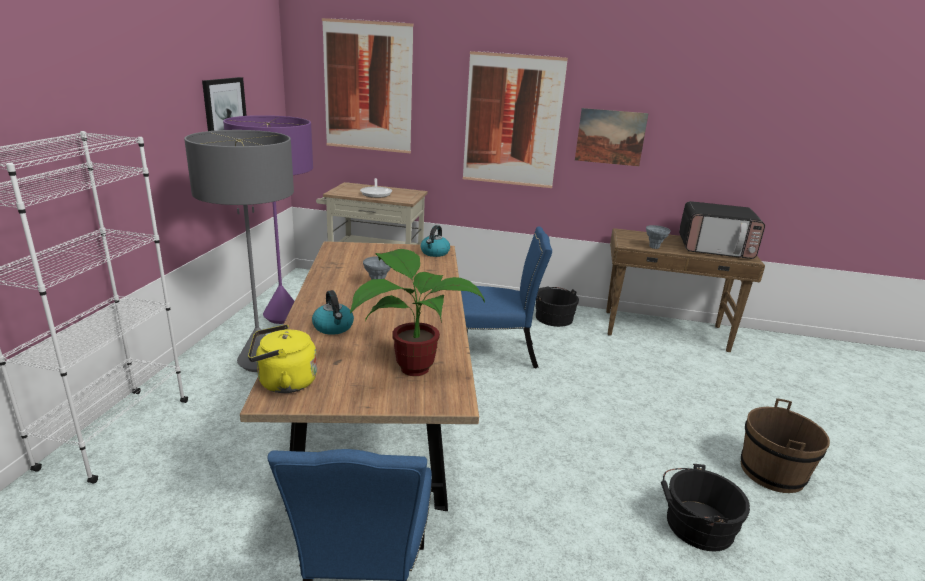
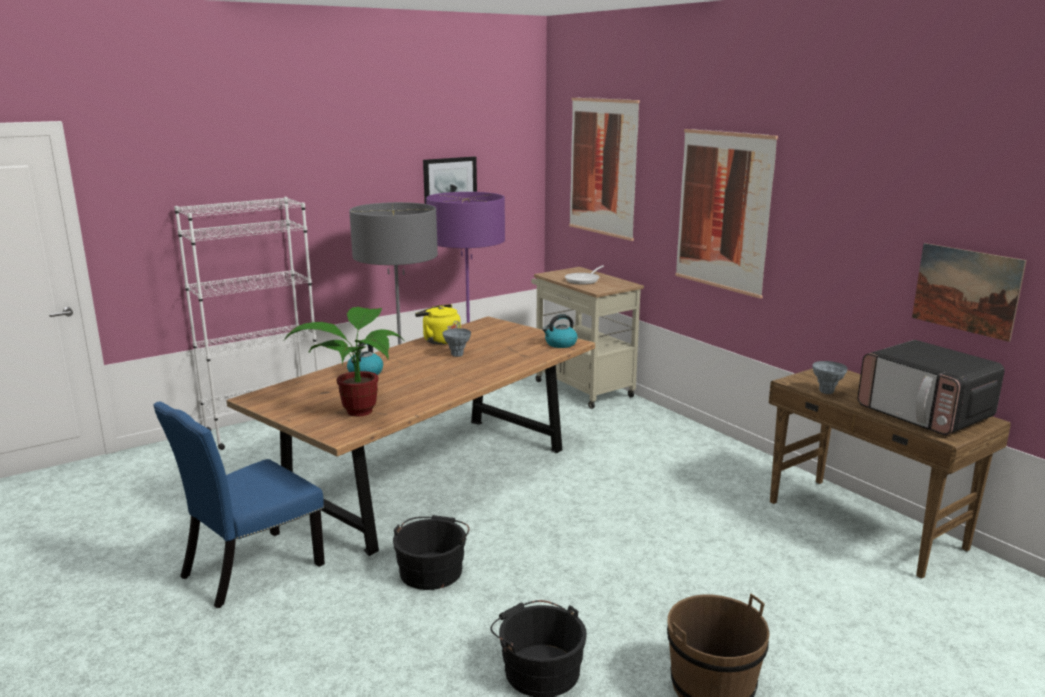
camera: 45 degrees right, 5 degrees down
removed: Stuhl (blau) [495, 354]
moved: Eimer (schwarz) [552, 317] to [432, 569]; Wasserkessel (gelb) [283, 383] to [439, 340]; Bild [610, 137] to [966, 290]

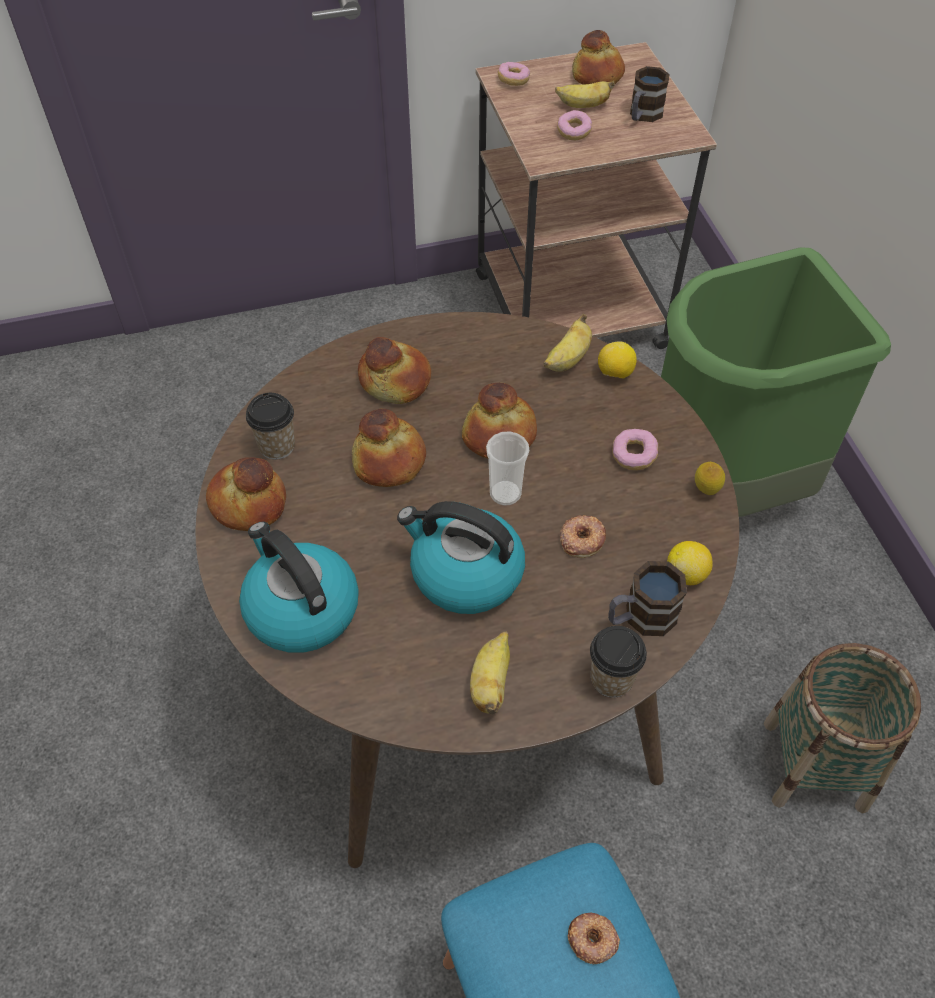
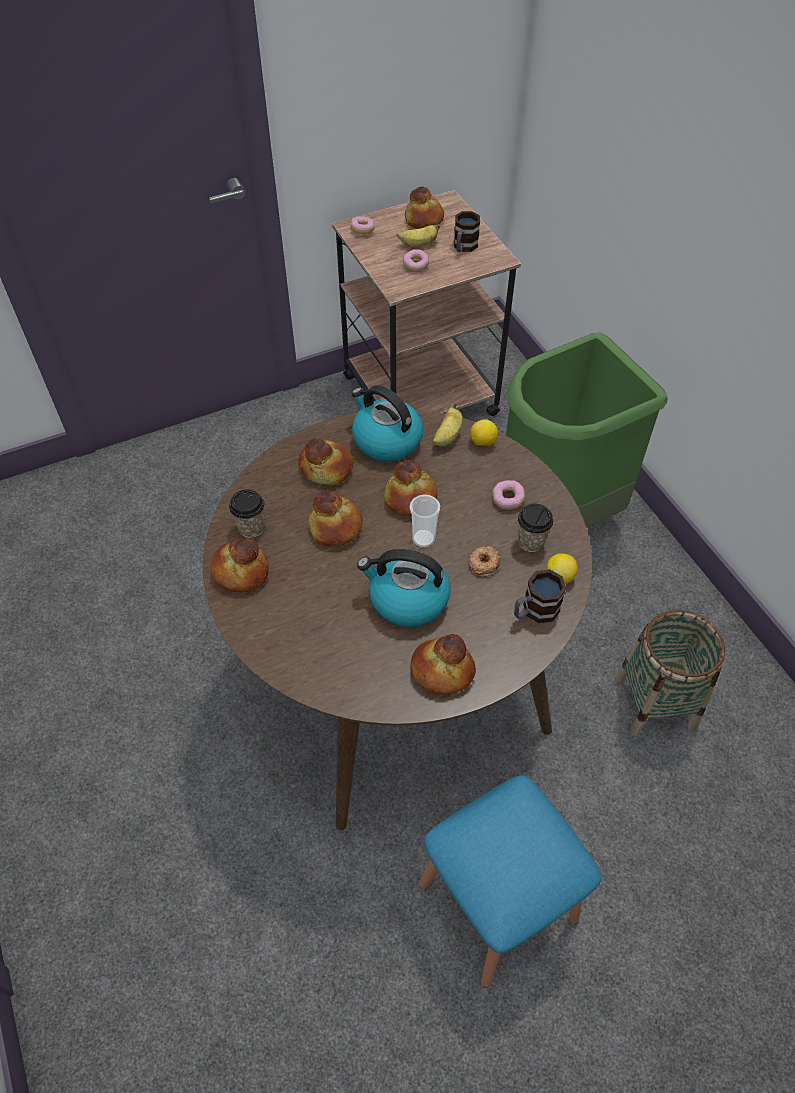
camera: 10 degrees left, 0 degrees up
removed: Donut [592, 940]; Zitrone [705, 491]
moved: Wasserkessel [300, 609] to [386, 440]; Tasse [611, 679] to [531, 542]
replaced: Banane [490, 683] to Brot [441, 671]

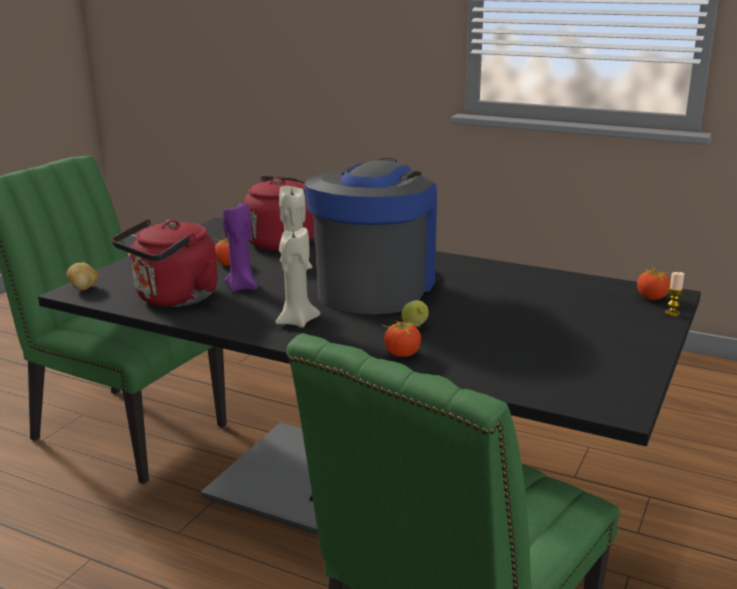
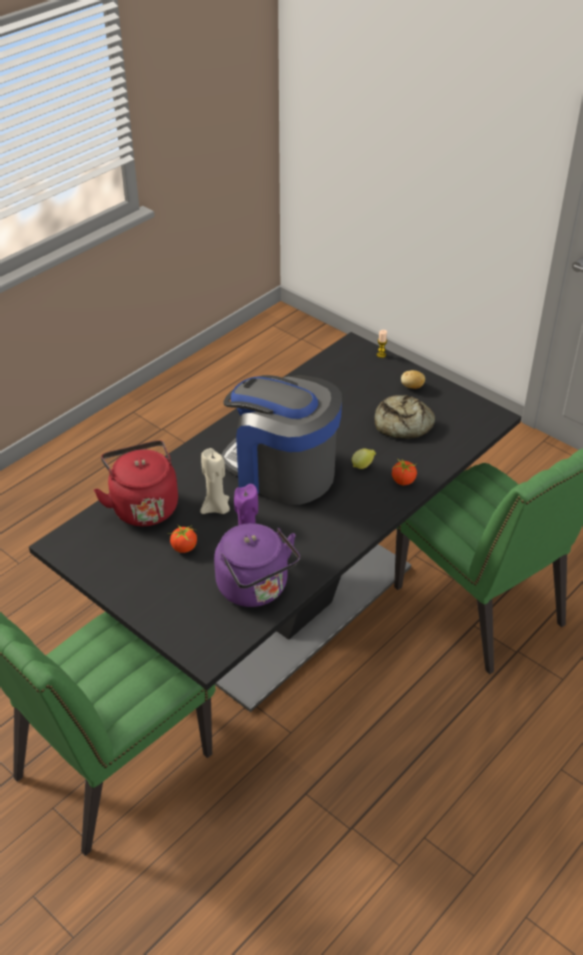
camera: 75 degrees left, 20 degrees up
removed: Kerze (beige) [296, 321]; Tomate [651, 297]
added: Brot [402, 424]
moved: Kartoffel [84, 288] to [412, 387]
recoloured: Wasserkessel (rot) [173, 299] to Wasserkessel (lila) [256, 589]

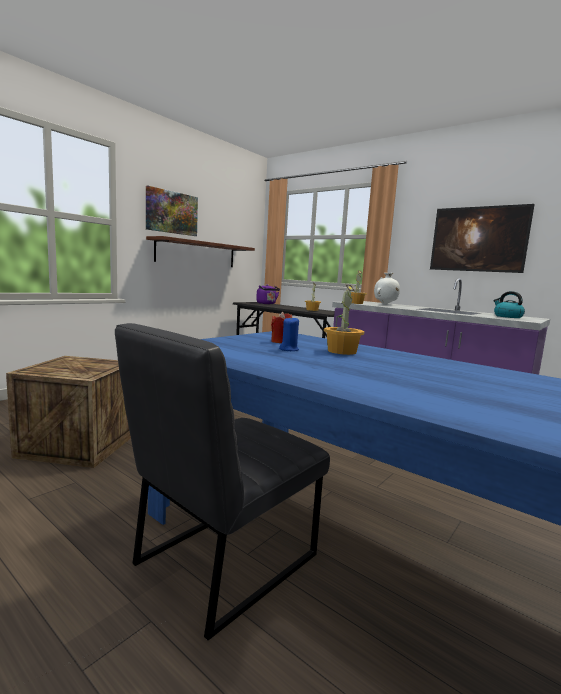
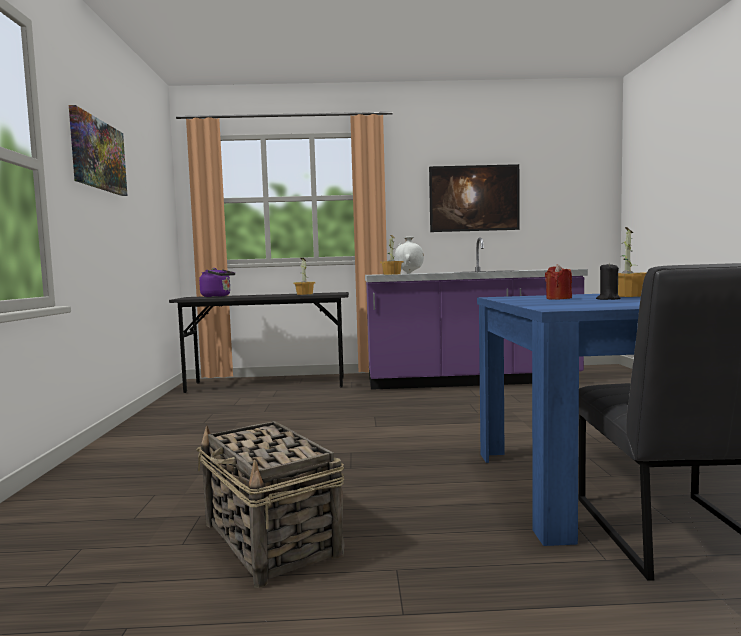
camera: 40 degrees left, 5 degrees down
removed: Wandregal (braun) [197, 253]; Wasserkessel [507, 316]
replaced: Kiste [79, 444] to Korb [271, 540]
recoloured: Kerze (blau) [289, 349] to Kerze (schwarz) [608, 299]

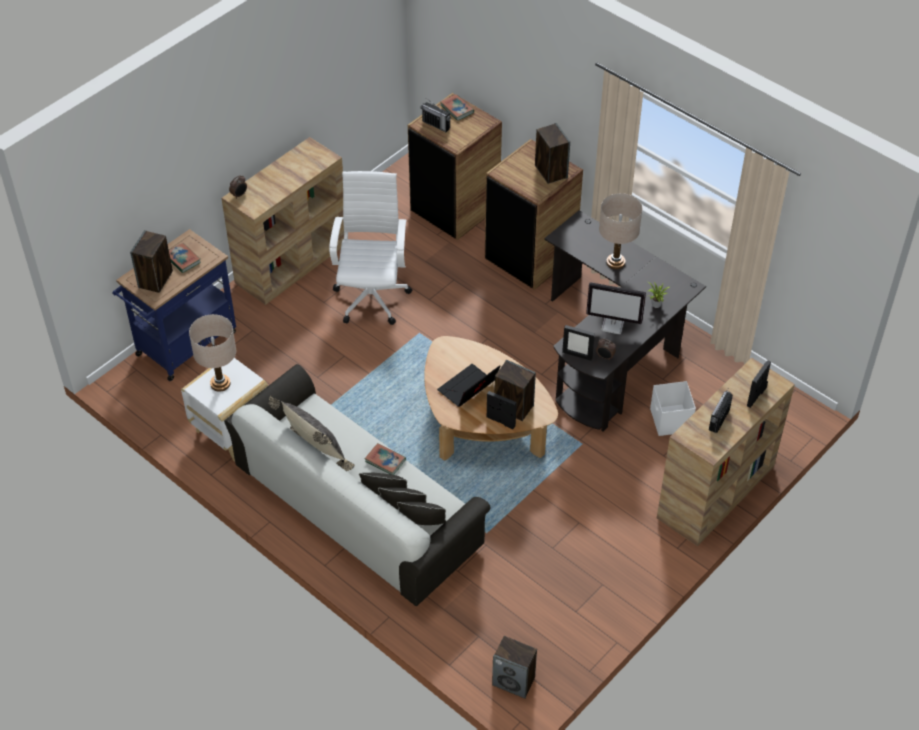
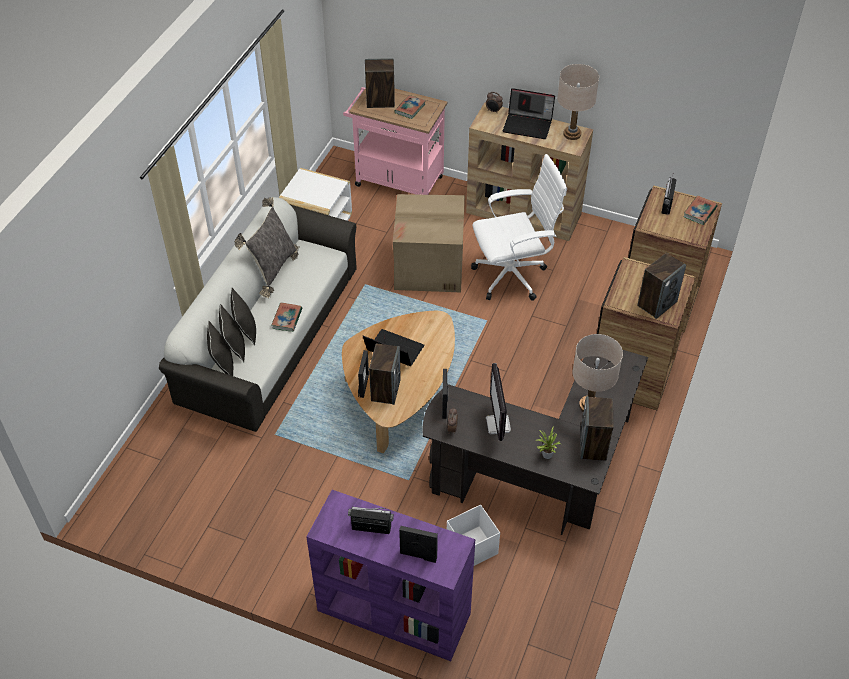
camera: 70 degrees right, 0 degrees up
added: Karton [429, 267]; Laptop [528, 125]
moved: Tischlampe (beige) [220, 383] to [572, 134]; Lautsprecher [514, 681] to [593, 446]
recoloured: Bücherregal (braun) [716, 492] to Bücherregal (lila) [393, 613]; Rollwagen (blau) [184, 346] to Rollwagen (rosa) [396, 181]

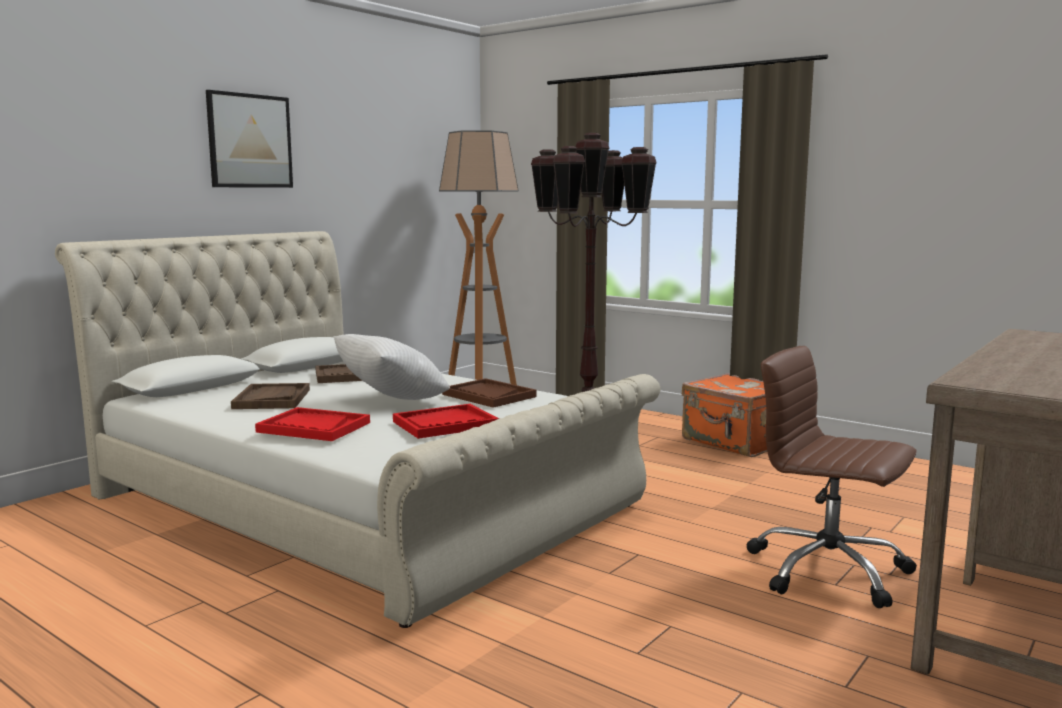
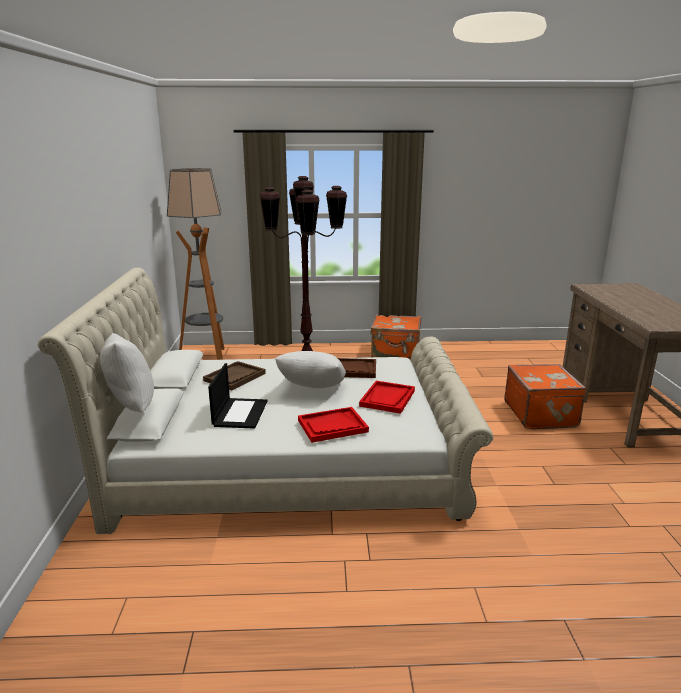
camera: 40 degrees left, 10 degrees up
removed: Bild [250, 141]
added: Kissen (weiß) [130, 406]
replaced: Tablett (braun) [272, 399] to Laptop [240, 413]; Bürostuhl (braun) [827, 571] to Koffer (orange) [541, 414]

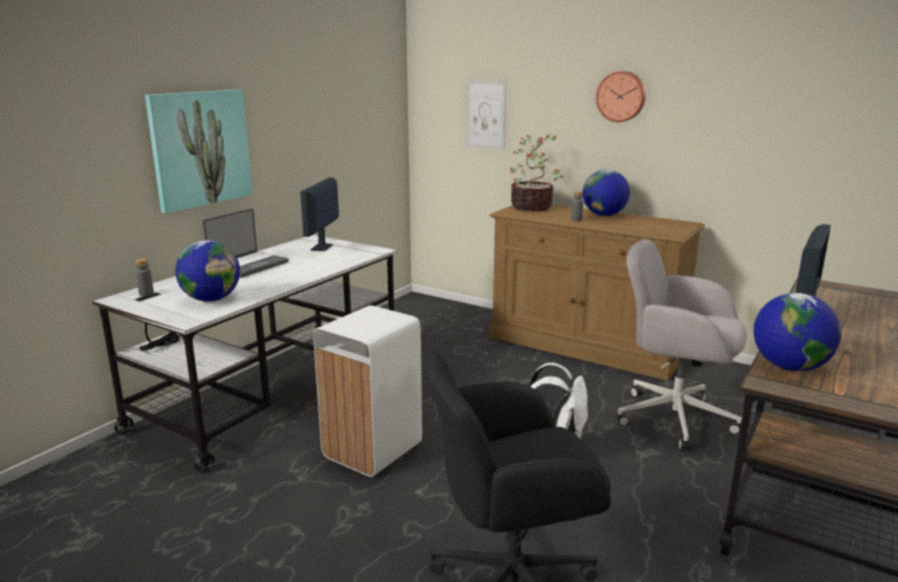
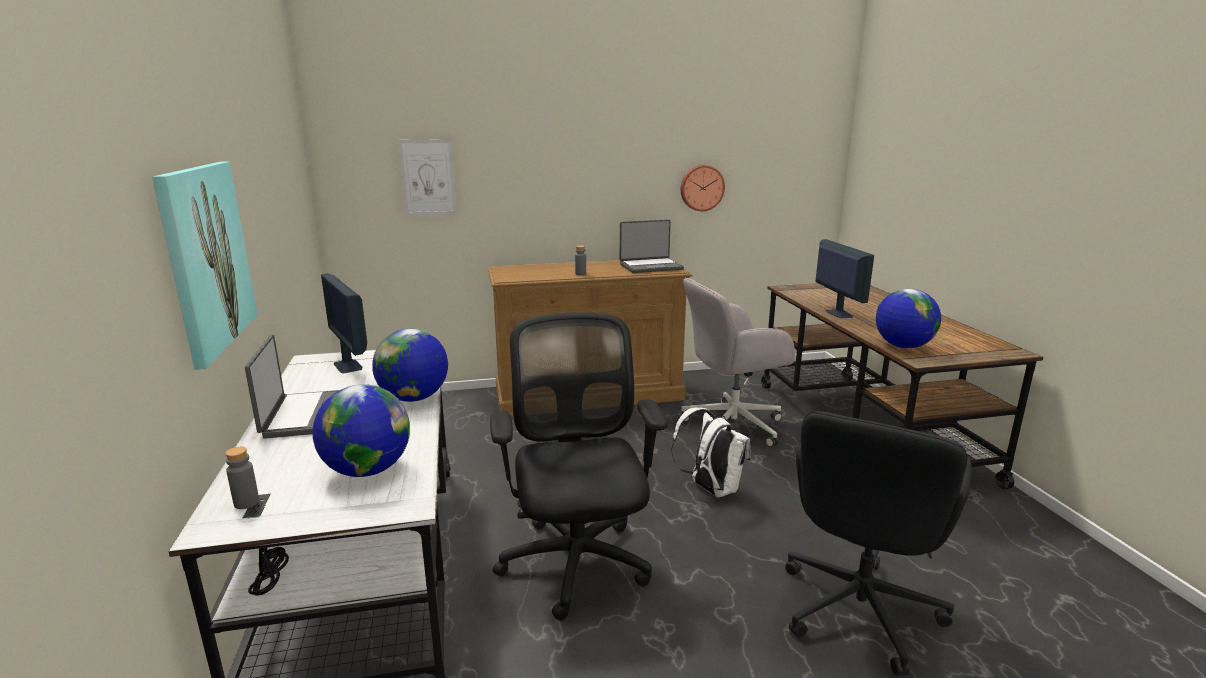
camera: 45 degrees left, 0 degrees up
removed: Topfpflanze [532, 207]
added: Laptop [650, 266]
moved: Globus [604, 215] to [414, 398]; Wanduhr [621, 96] to [701, 188]
replaced: Mülleimer (weiß) [373, 450] to Bürostuhl (schwarz) [579, 569]

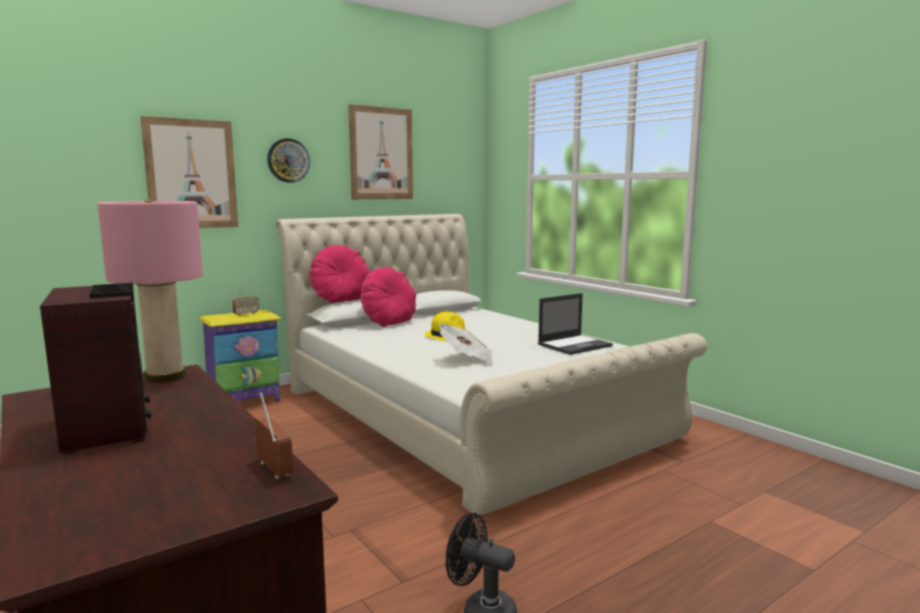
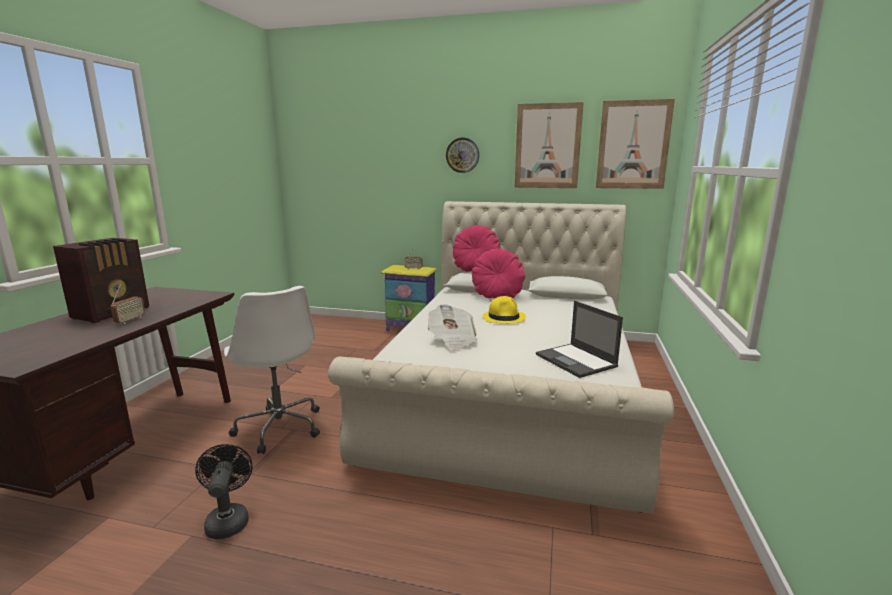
camera: 50 degrees right, 5 degrees up
removed: Tischlampe (rosa) [165, 377]
added: Bürostuhl (weiß) [280, 429]
moved: Radio [273, 469] to [130, 320]; Bild [191, 174] to [633, 145]
turned: Laptop [575, 345] = [576, 361] 45 degrees clockwise

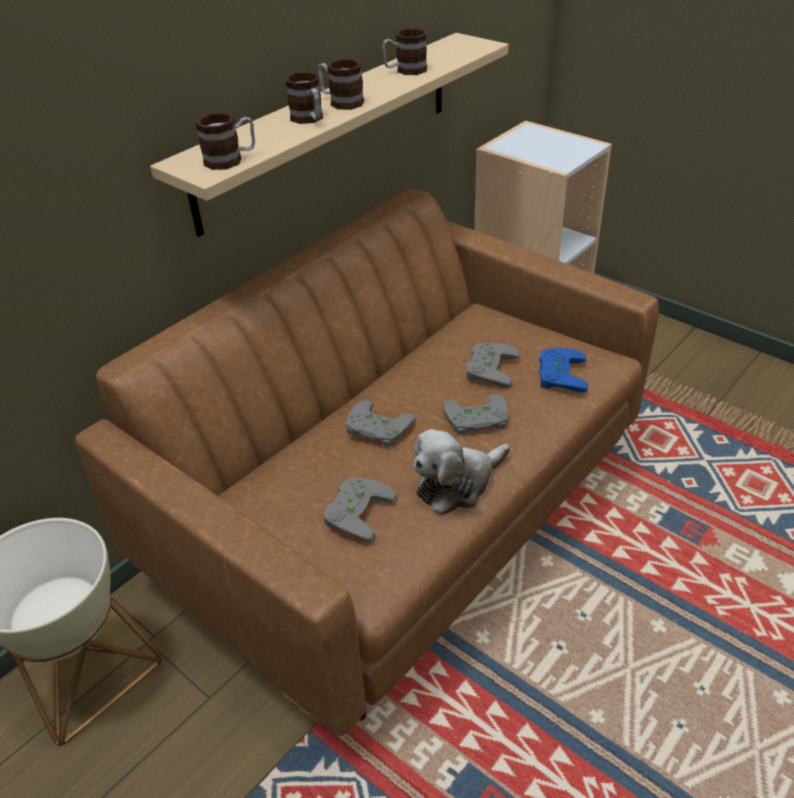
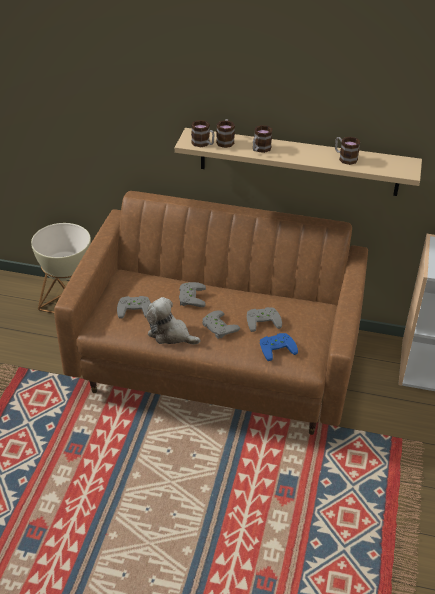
camera: 60 degrees right, 0 degrees up
moved: Henkelbecher [341, 102] to [225, 141]

